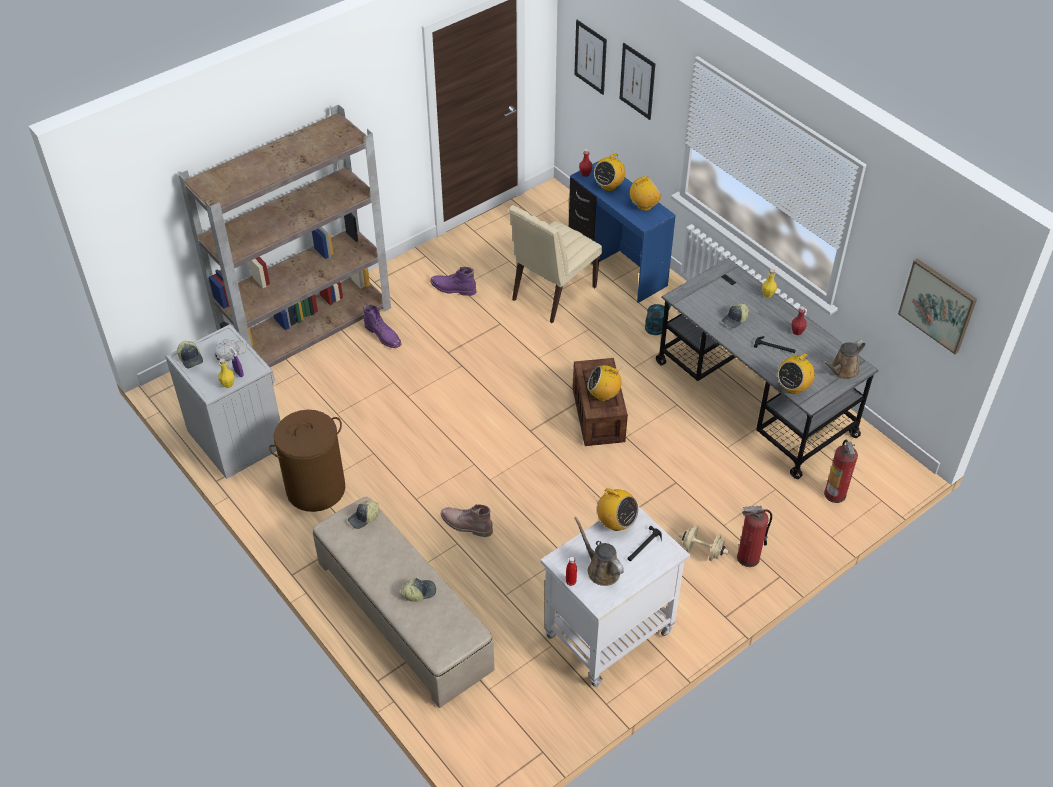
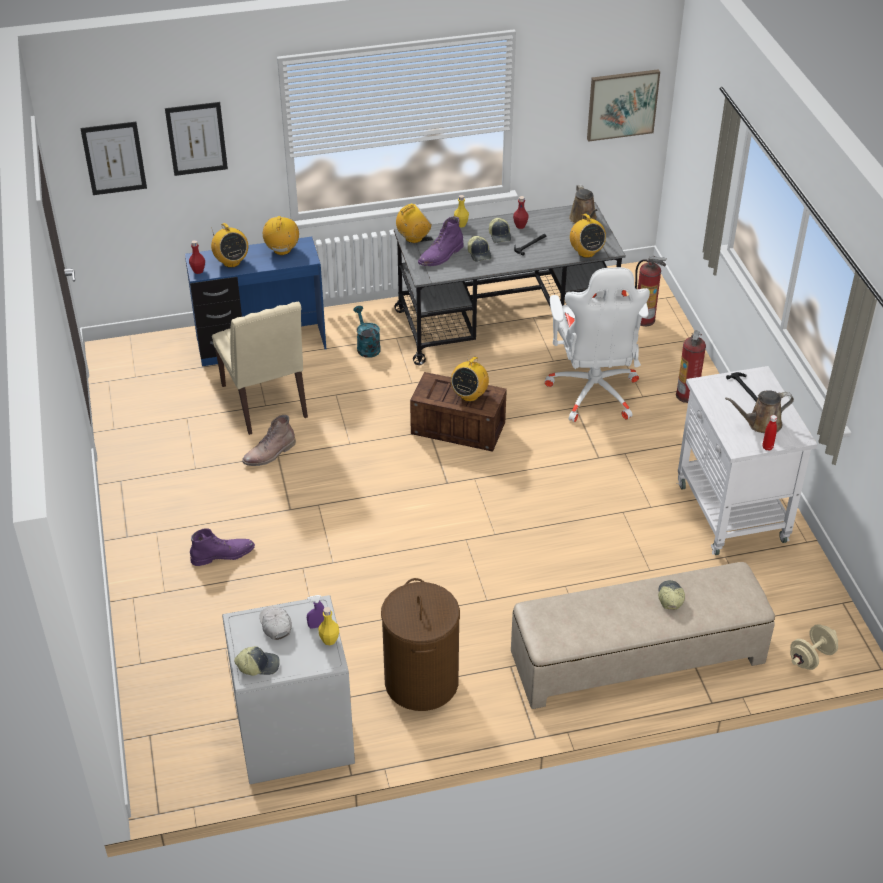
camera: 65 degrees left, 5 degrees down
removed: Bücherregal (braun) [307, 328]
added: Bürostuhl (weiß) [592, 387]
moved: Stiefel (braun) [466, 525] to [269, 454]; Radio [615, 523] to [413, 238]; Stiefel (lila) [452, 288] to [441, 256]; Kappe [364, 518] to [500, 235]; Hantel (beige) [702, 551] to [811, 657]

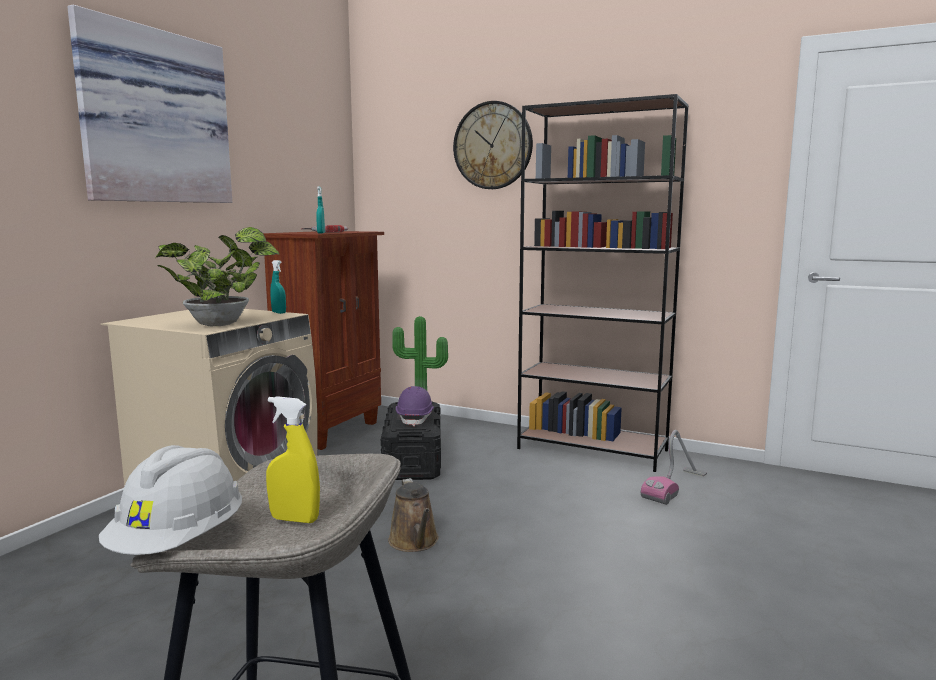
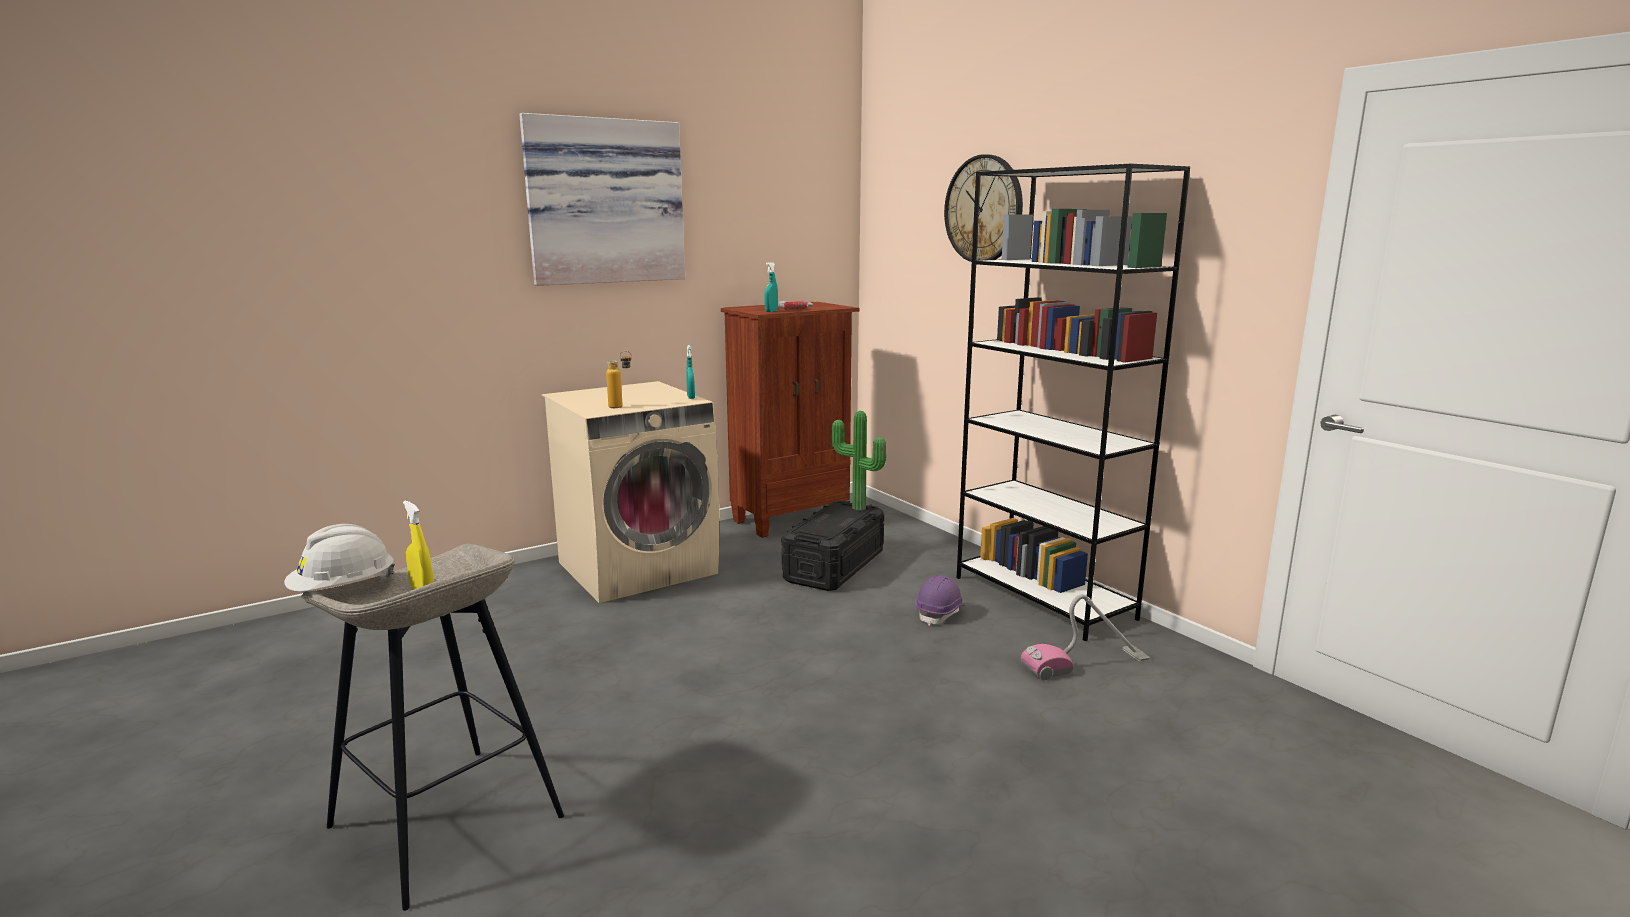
camera: 30 degrees right, 5 degrees up
removed: Gießkanne (braun) [415, 542]
moved: Schutzhelm (lila) [415, 418] to [940, 613]
replaced: Topfpflanze [223, 324] to Flasche [621, 406]
recoloured: Bücherregal (braun) [593, 449] to Bücherregal (weiß) [1044, 598]

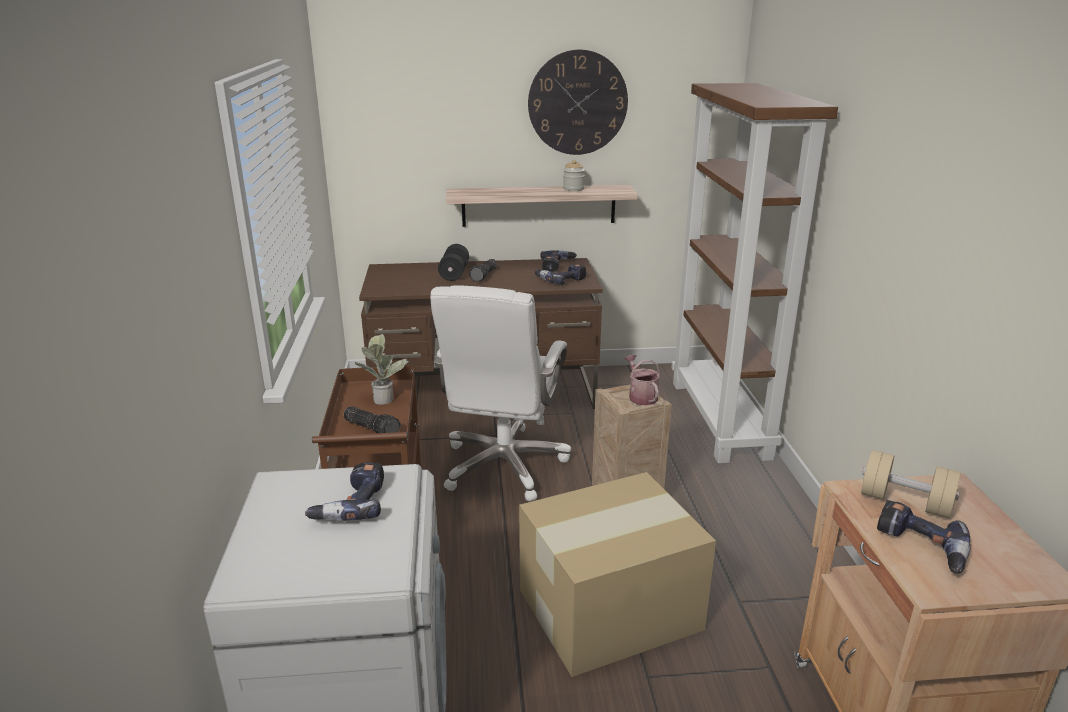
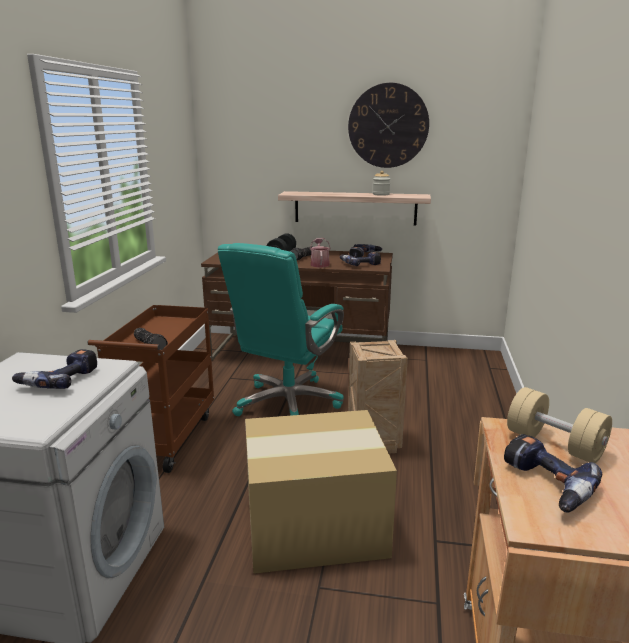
camera: 15 degrees right, 5 degrees down
removed: Topfpflanze [383, 397]; Bücherregal (braun) [721, 419]
moved: Gießkanne [641, 396] to [319, 264]
recoloured: Bürostuhl (weiß) [503, 465] to Bürostuhl (türkis) [288, 403]

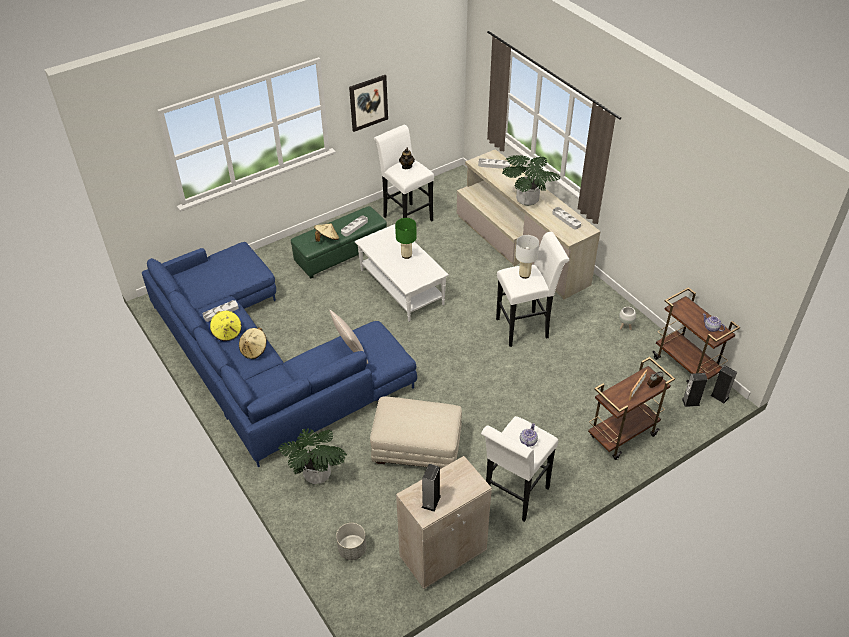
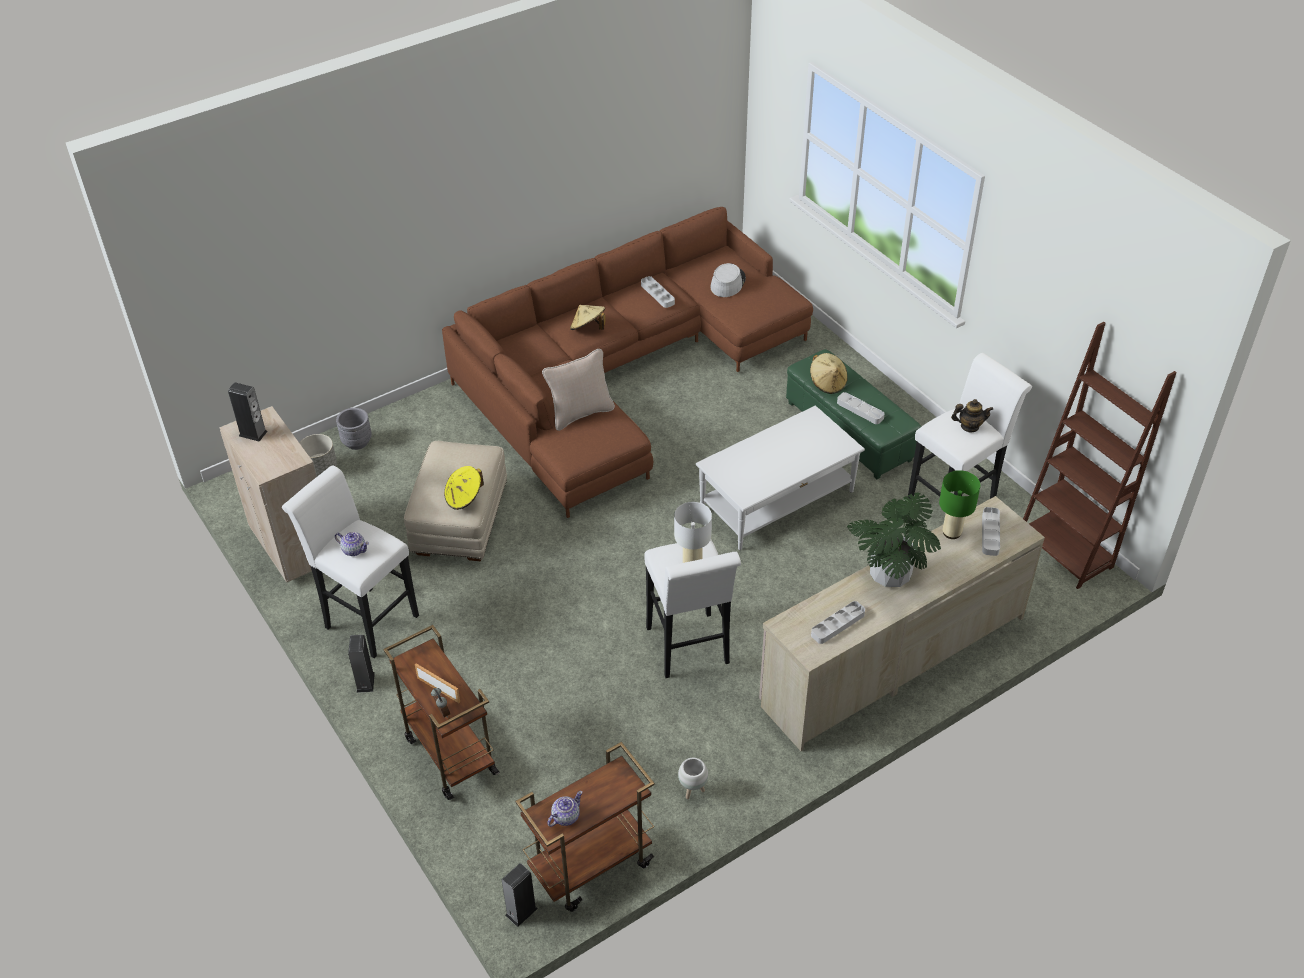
camera: 90 degrees right, 0 degrees up
removed: Topfpflanze [317, 474]; Bild [368, 103]
added: Pflanzkübel (grau) [357, 442]; Hut (grau) [727, 283]; Bücherregal (braun) [1065, 551]
moved: Lautsprecher [691, 402] to [365, 682]; Hut (gelb) [227, 332] to [464, 497]; Tischlampe (grün) [406, 255] to [951, 533]
recoloured: Sofa (blau) [265, 362] to Sofa (braun) [621, 374]

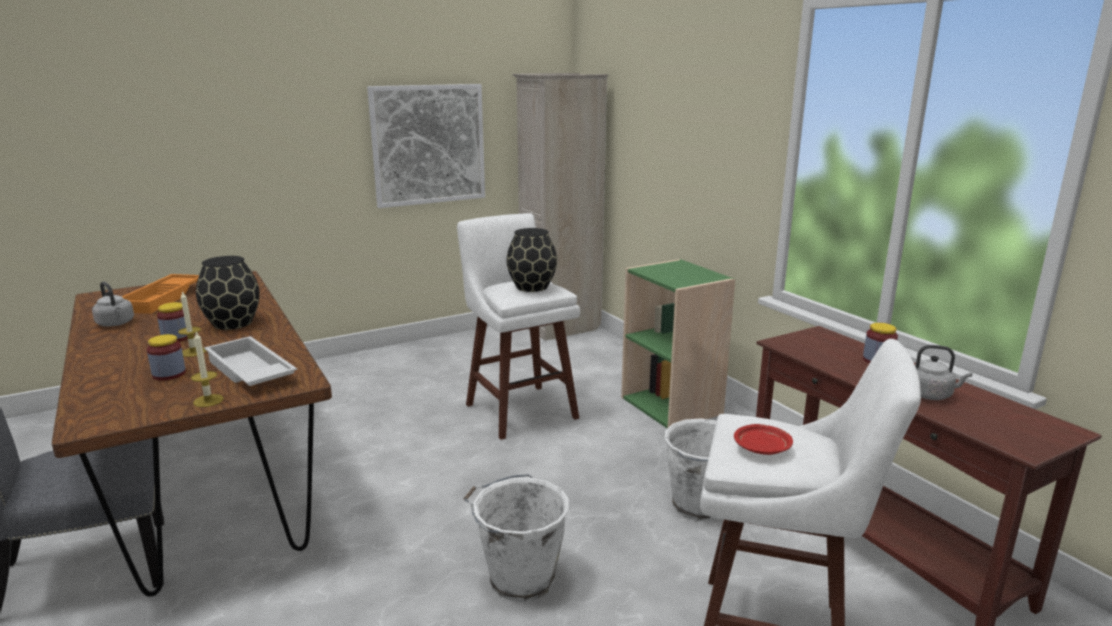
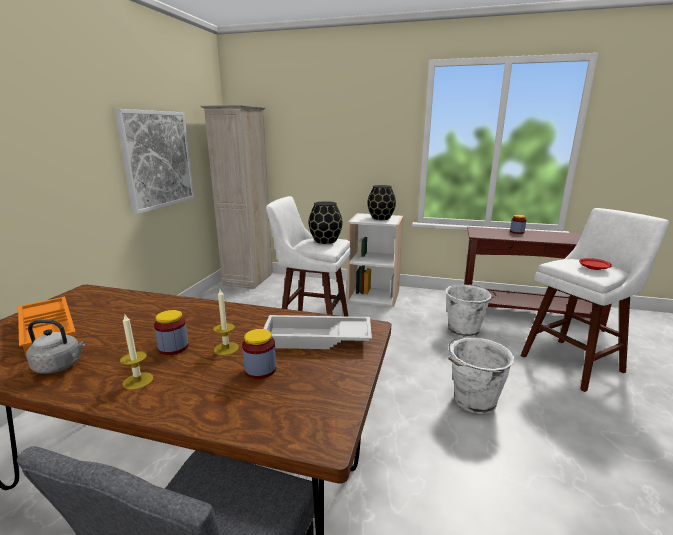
camera: 45 degrees left, 0 degrees up
removed: Wasserkessel (grau) [931, 395]
moved: Kerze [208, 400] to [138, 381]; Vase (schwarz) [233, 323] to [380, 218]
recoloured: Bücherregal (grün) [672, 405] to Bücherregal (weiß) [374, 296]

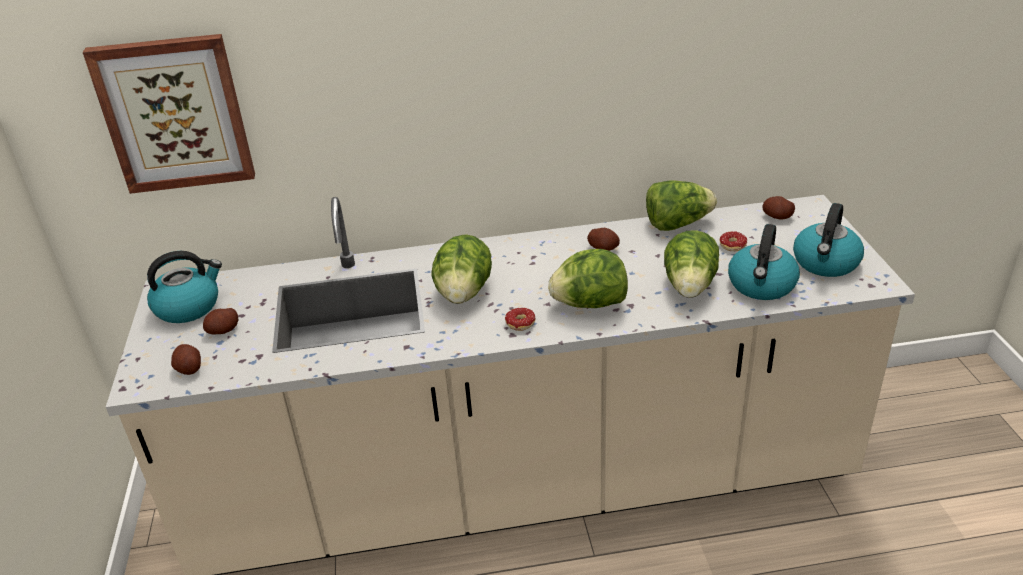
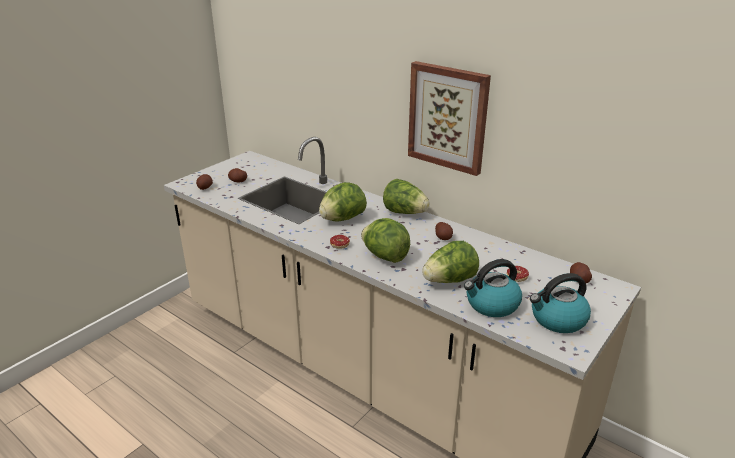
camera: 45 degrees right, 5 degrees down
removed: Wasserkessel [188, 306]
moved: Salatkopf [677, 224] to [405, 212]; Bild [175, 113] to [448, 117]

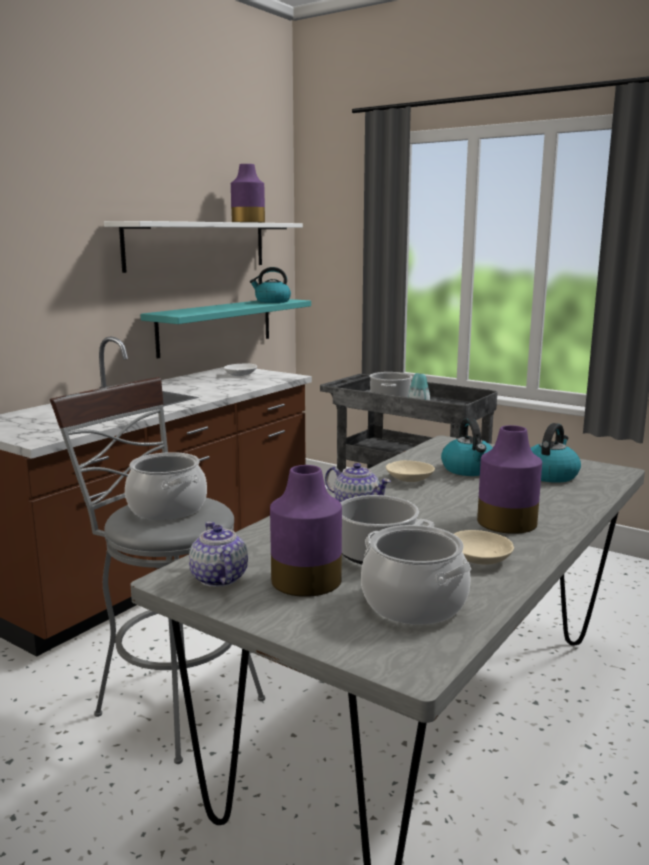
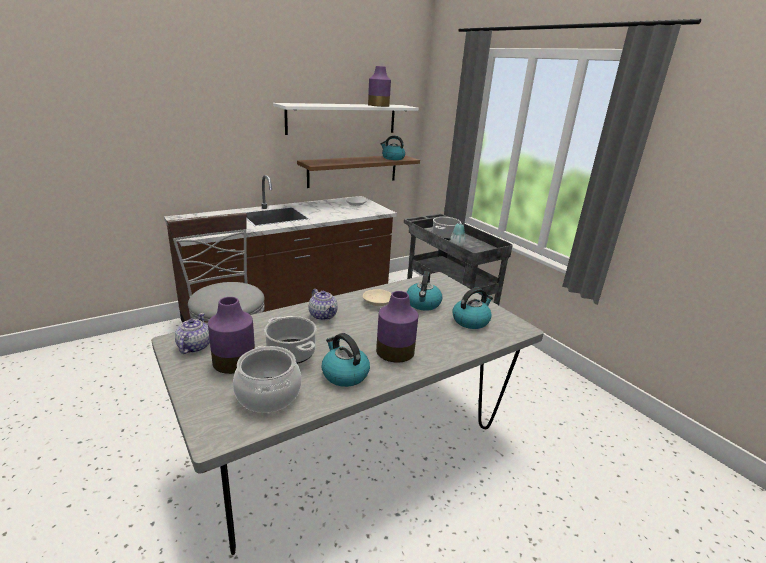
camera: 20 degrees right, 10 degrees up
removed: Kochtopf [168, 508]
replaced: Schüssel (beige) [480, 558] to Wasserkessel [344, 374]
recoloured: Wandregal (türkis) [216, 326] to Wandregal (braun) [353, 170]

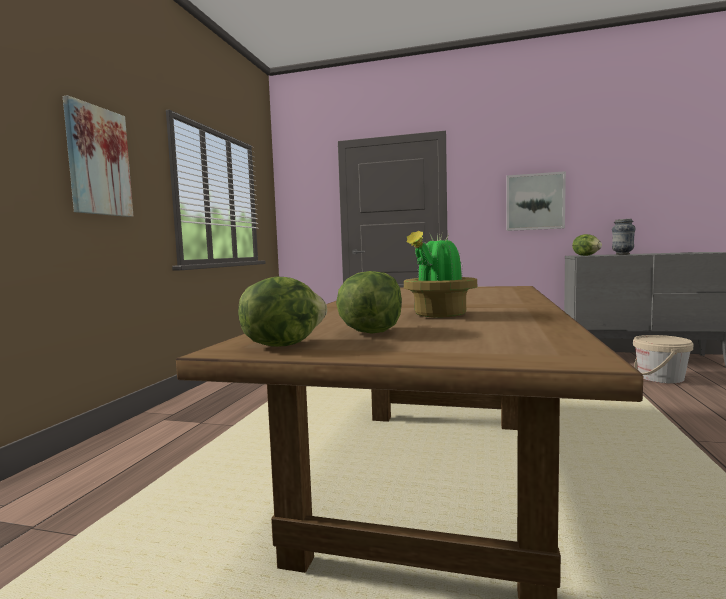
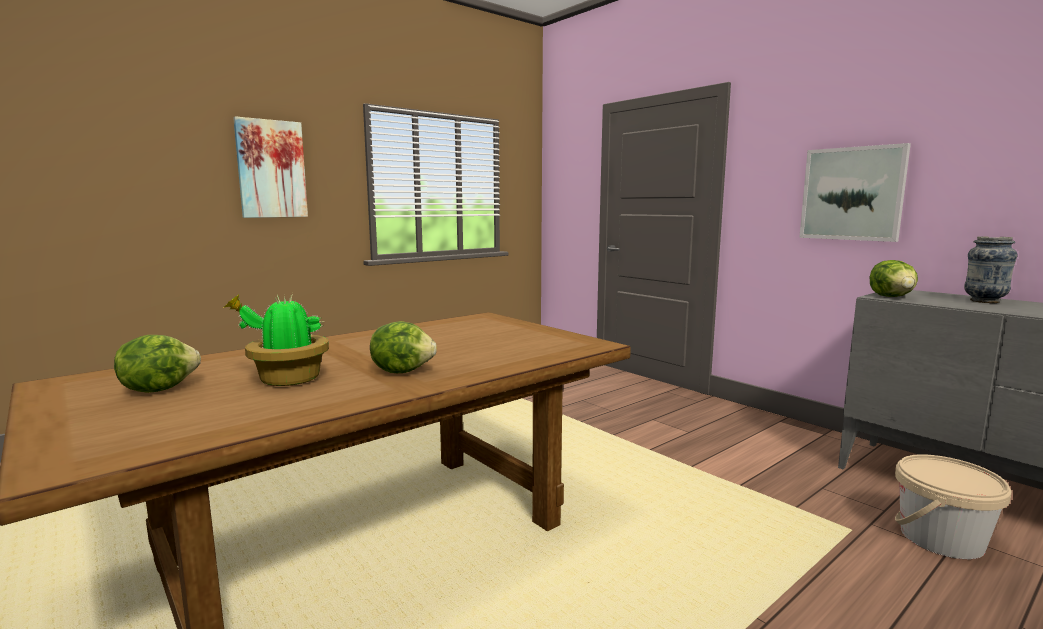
camera: 35 degrees right, 5 degrees up
moved: Salatkopf [282, 345] to [403, 371]

